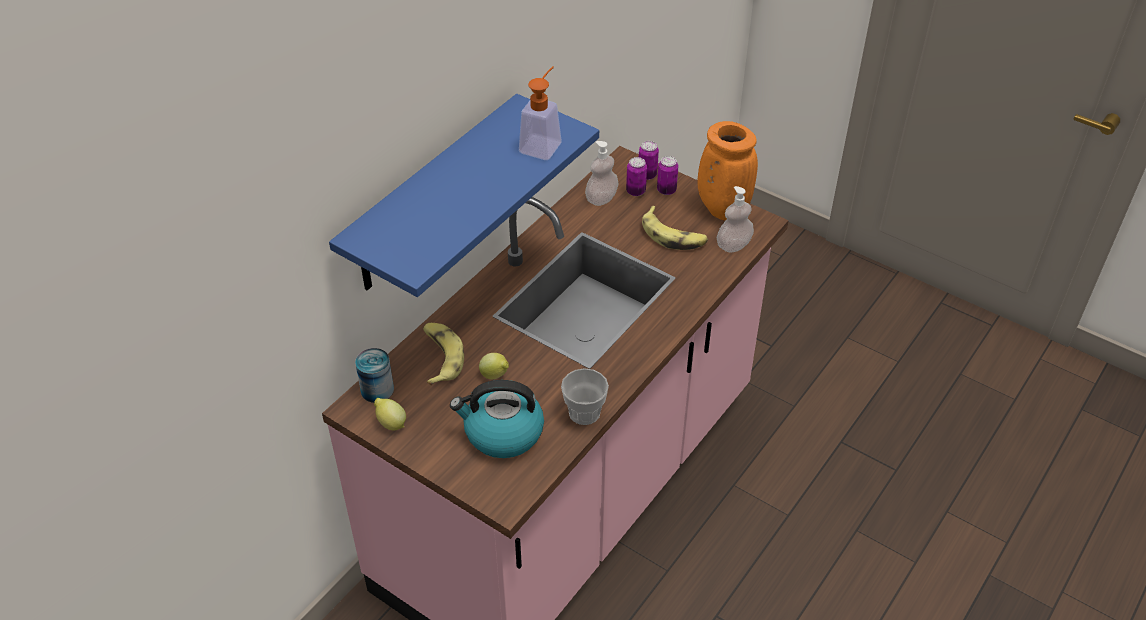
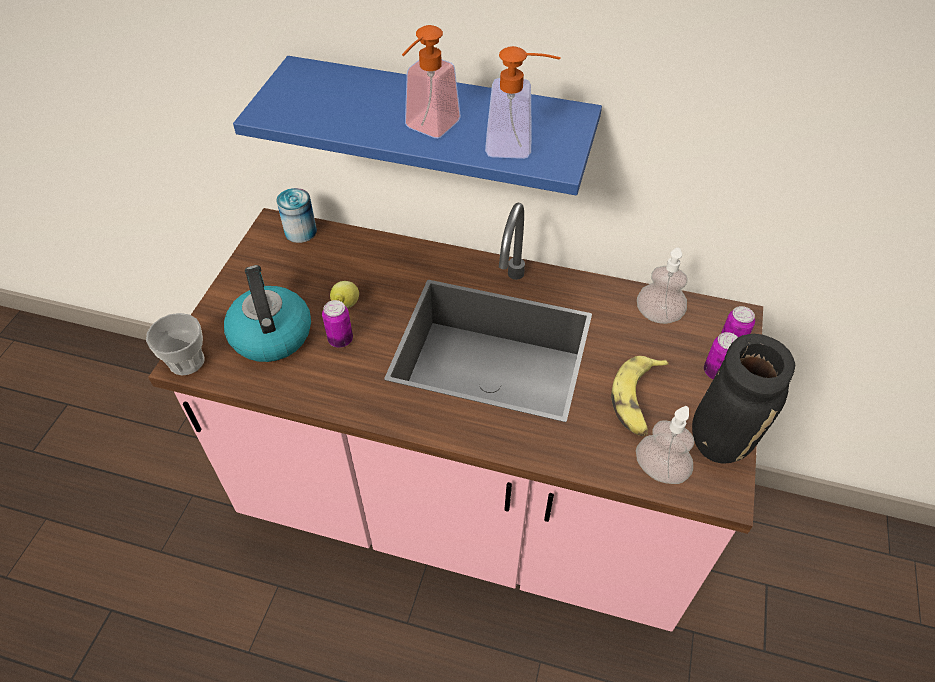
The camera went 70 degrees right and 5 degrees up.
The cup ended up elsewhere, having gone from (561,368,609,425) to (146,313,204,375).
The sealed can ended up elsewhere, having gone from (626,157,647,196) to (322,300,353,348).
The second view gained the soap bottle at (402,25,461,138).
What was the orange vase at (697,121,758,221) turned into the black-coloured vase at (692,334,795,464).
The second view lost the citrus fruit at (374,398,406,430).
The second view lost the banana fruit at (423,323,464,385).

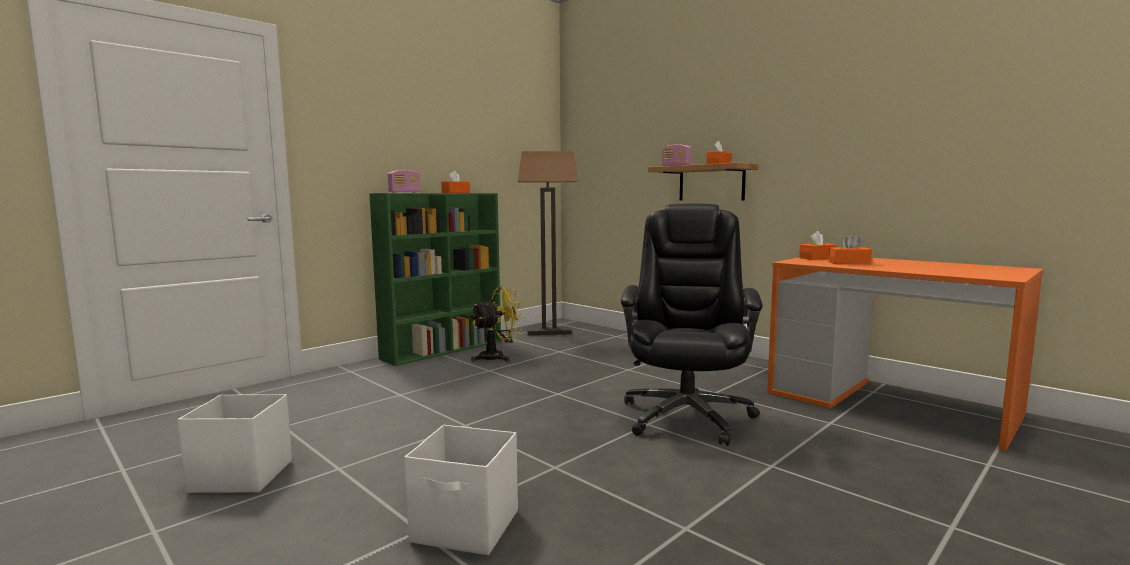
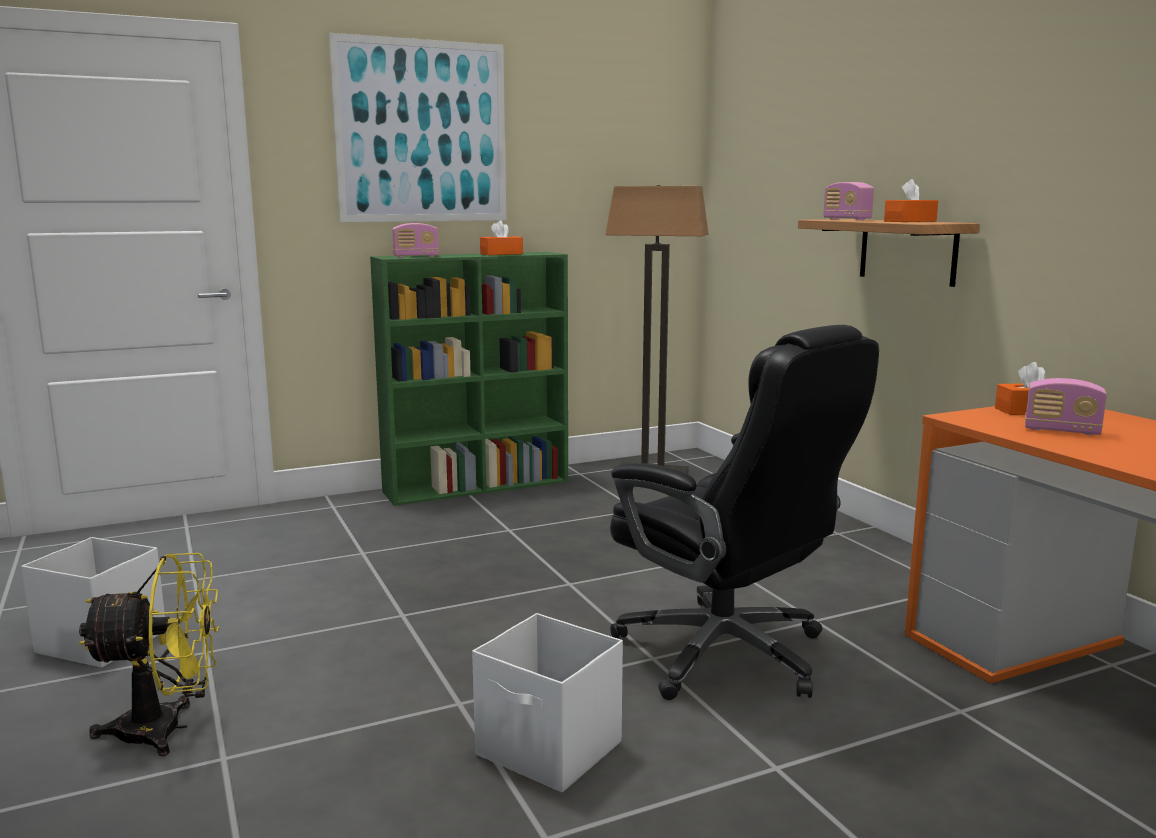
The camera went 20 degrees right and 5 degrees up.
The yellow-coloured cooling fan ended up elsewhere, having gone from (470,286,524,362) to (79,553,219,756).
The second view gained the picture at (329,33,506,222).
The white-coloured storage box ended up elsewhere, having gone from (404,425,518,555) to (472,613,623,792).
The black-coloured office chair at (621,203,763,446) ended up facing another way, 105 degrees clockwise from before.
Where the orange tissue box stood at (829,234,872,264), the radio receiver came to stand at (1025,378,1107,435).

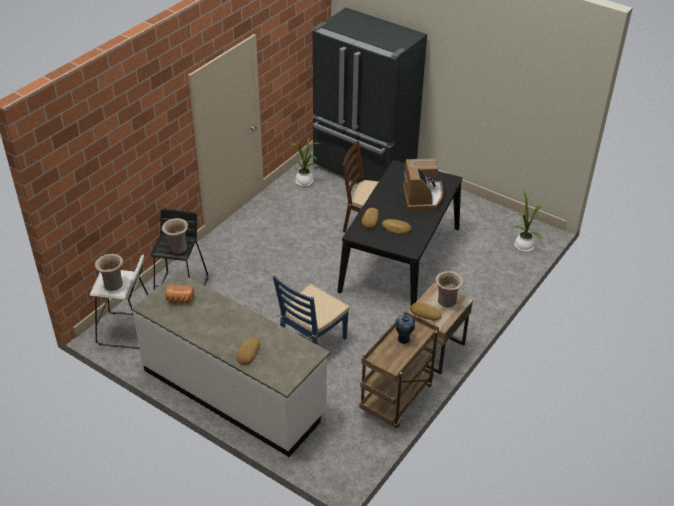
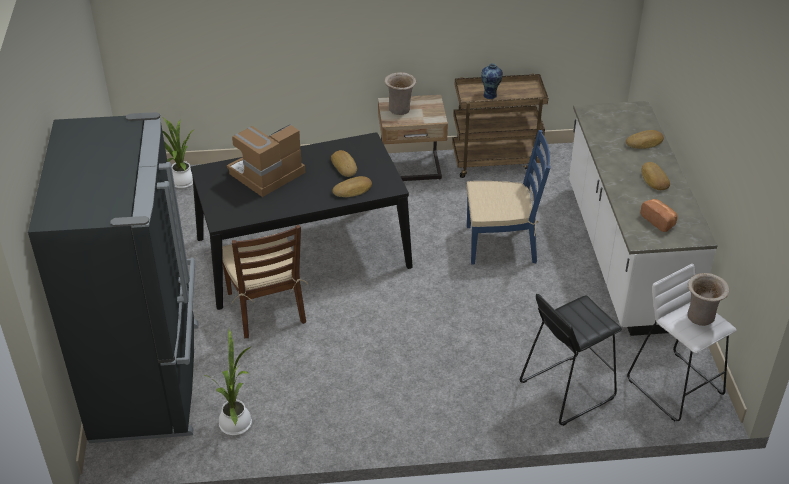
The camera went 130 degrees left and 0 degrees up.
The bread ended up elsewhere, having gone from (410,303,442,321) to (641,162,670,190).
The second view lost the beige vase at (162,218,188,254).

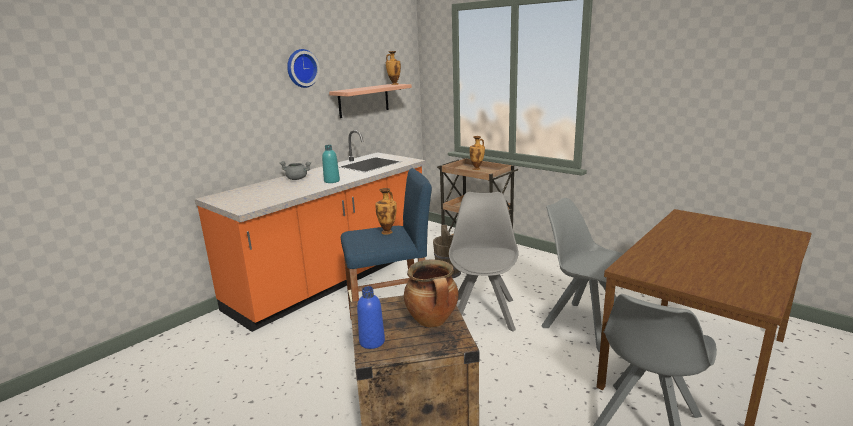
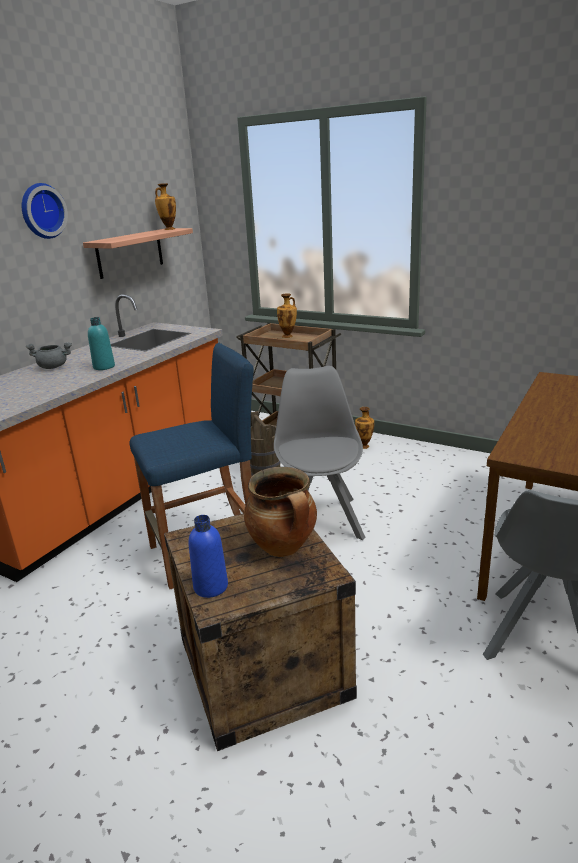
The camera went 10 degrees left and 5 degrees up.
The vase ended up elsewhere, having gone from (375,188,397,235) to (355,407,374,449).
The second view lost the grey upright chair at (541,198,623,352).

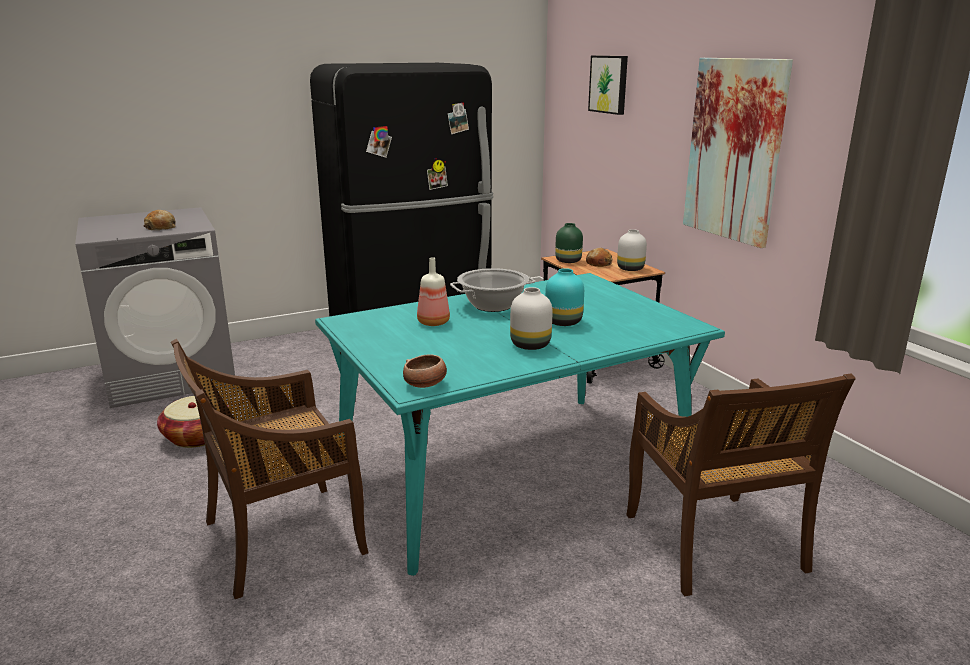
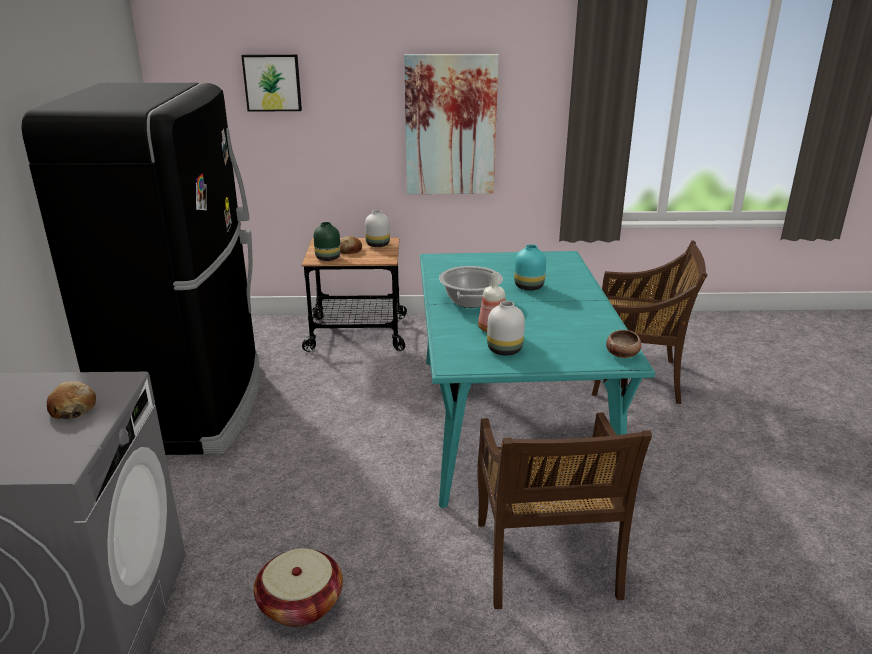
The camera went 65 degrees left and 5 degrees up.
The white-coloured vase ended up elsewhere, having gone from (510,287,553,350) to (487,301,525,356).

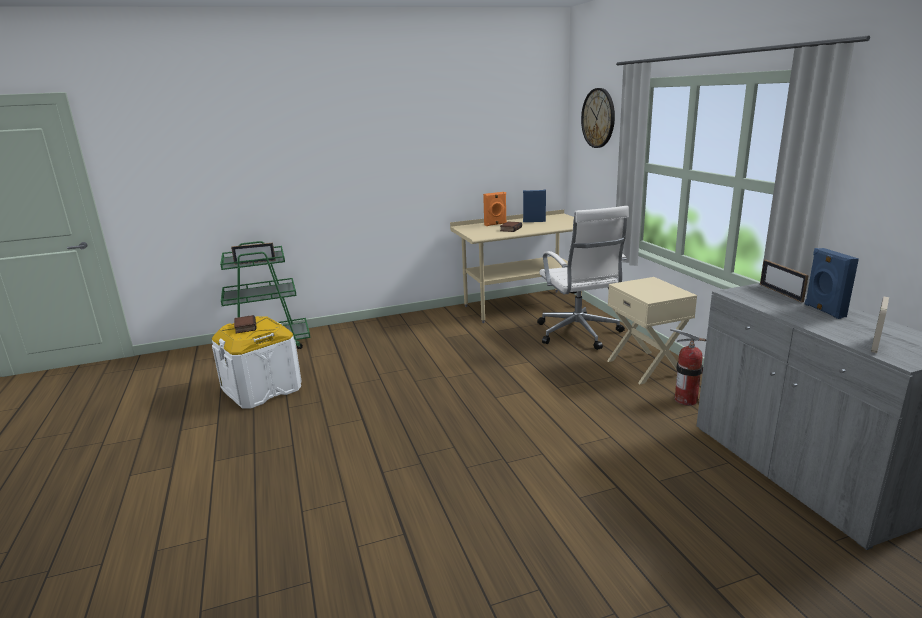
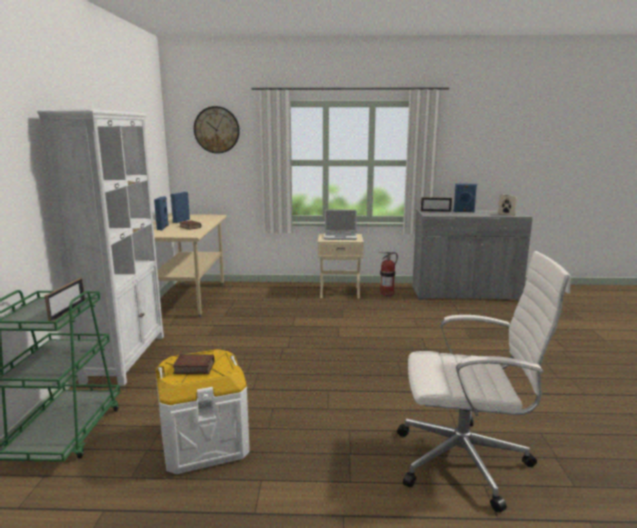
The camera went 70 degrees left and 5 degrees down.
The second view gained the white-coloured bookshelf at (37,109,164,386).
What was the orange loudspeaker at (483,192,507,226) turned into the bluish loudspeaker at (154,196,169,230).
The second view gained the notebook computer at (324,209,357,240).
The white-coloured office chair ended up elsewhere, having gone from (537,206,629,350) to (397,251,571,513).

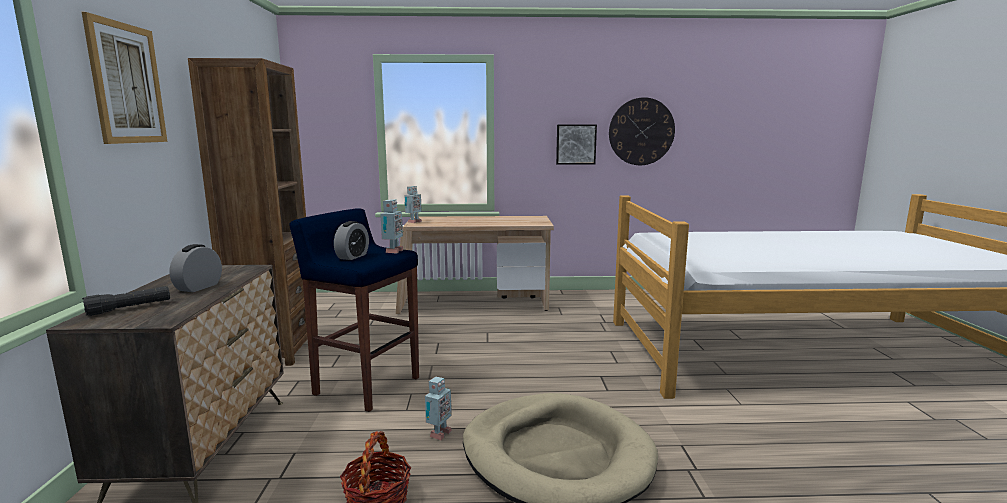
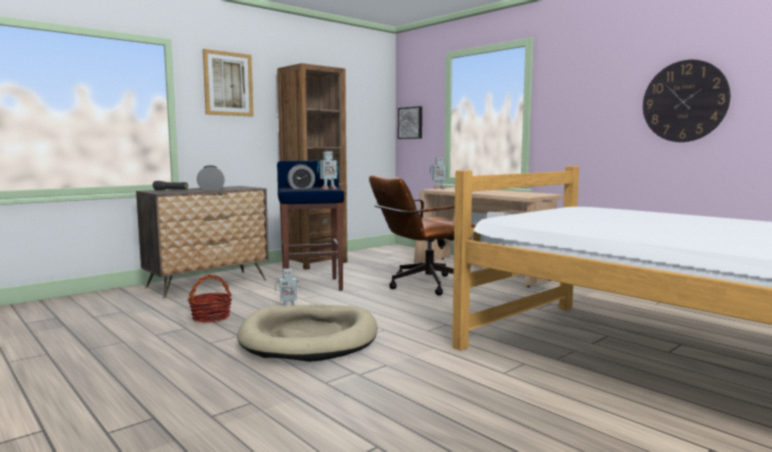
The camera went 50 degrees right and 5 degrees down.
The second view gained the brownish office chair at (369,175,476,295).
The picture ended up elsewhere, having gone from (556,125,597,164) to (398,106,422,139).

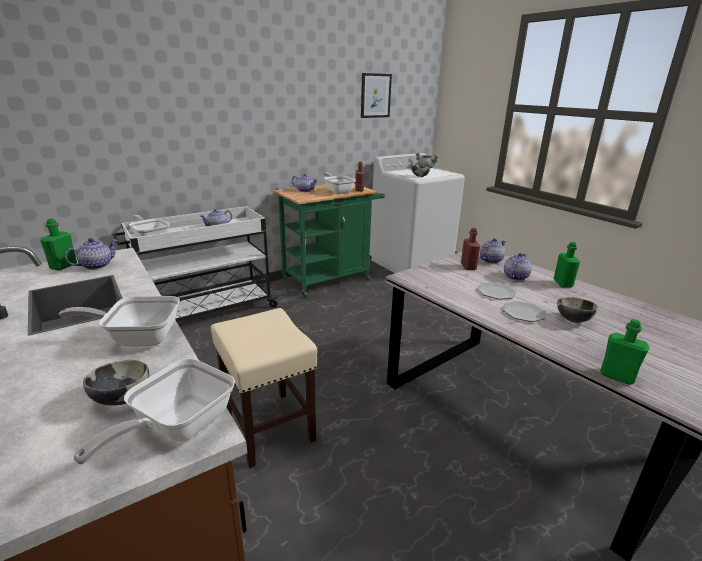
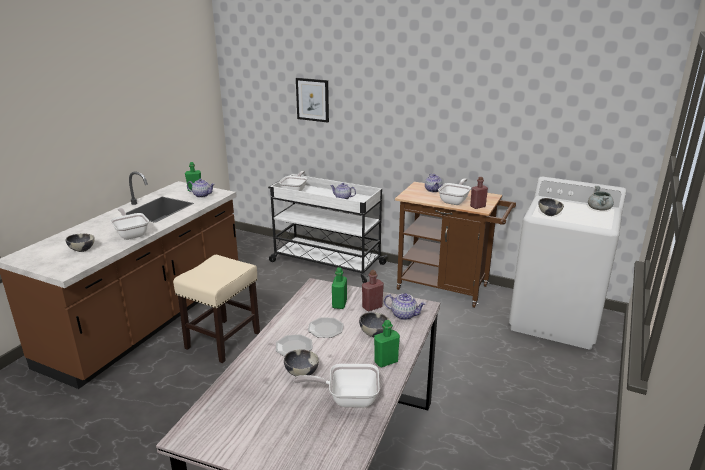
The camera went 60 degrees right and 0 degrees up.
The skillet ended up elsewhere, having gone from (73,359,235,465) to (293,364,380,407).
The picture ended up elsewhere, having gone from (361,73,392,118) to (296,78,329,123).
The greenish beverage bottle ended up elsewhere, having gone from (600,319,650,385) to (332,267,347,309).
Where the tea pot stood at (504,253,532,281), the deep dish came to stand at (359,312,391,337).
What was the greenish cart at (274,184,385,297) turned into the brownish cart at (395,182,516,308).

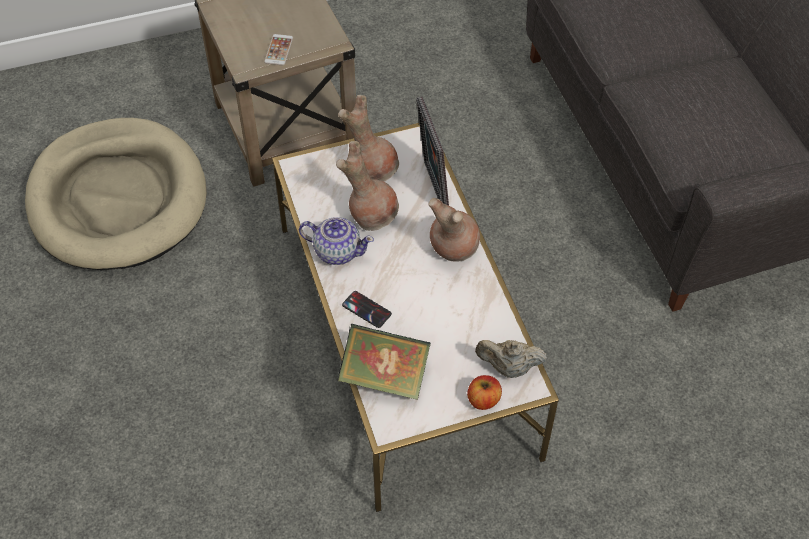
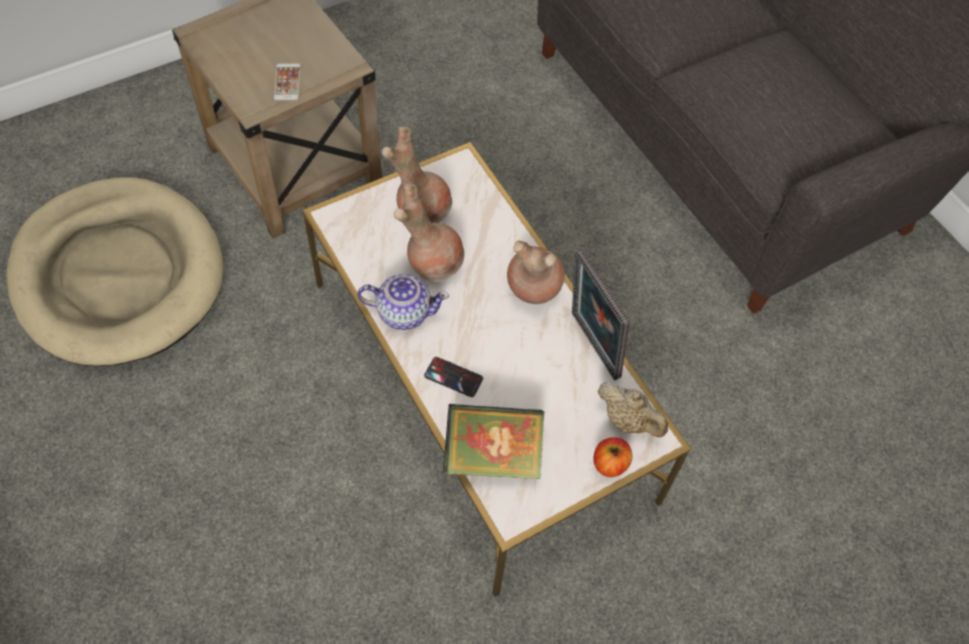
The camera went 15 degrees left and 5 degrees up.
The photo frame ended up elsewhere, having gone from (416,97,449,206) to (572,250,630,380).
The beige tea pot at (475,340,547,378) ended up facing another way, 135 degrees counterclockwise from before.

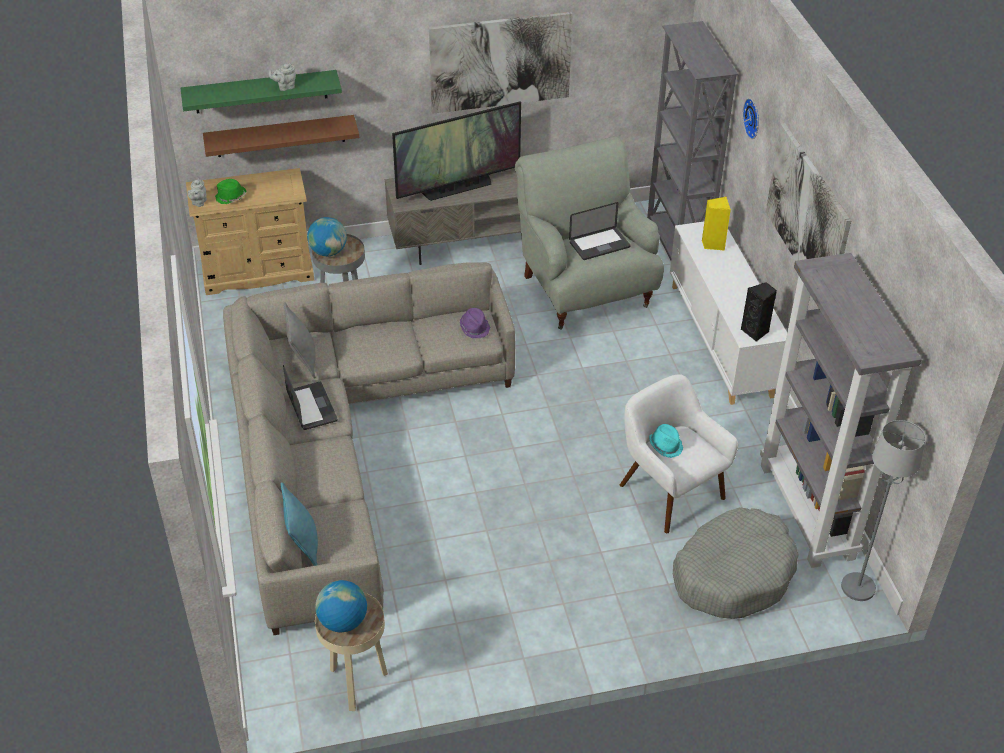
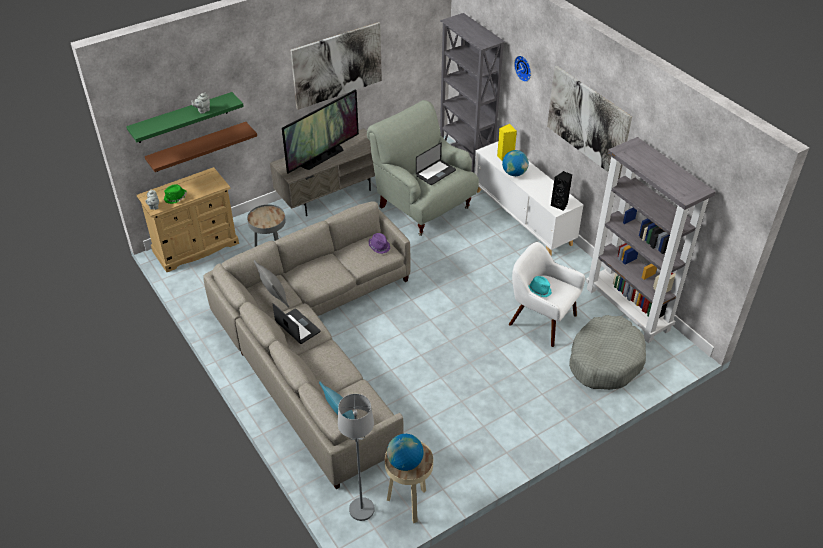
The camera went 20 degrees left and 0 degrees up.
The grey standing lamp ended up elsewhere, having gone from (841,420,926,601) to (338,394,375,521).
The desk globe ended up elsewhere, having gone from (307,217,347,256) to (502,150,529,176).

